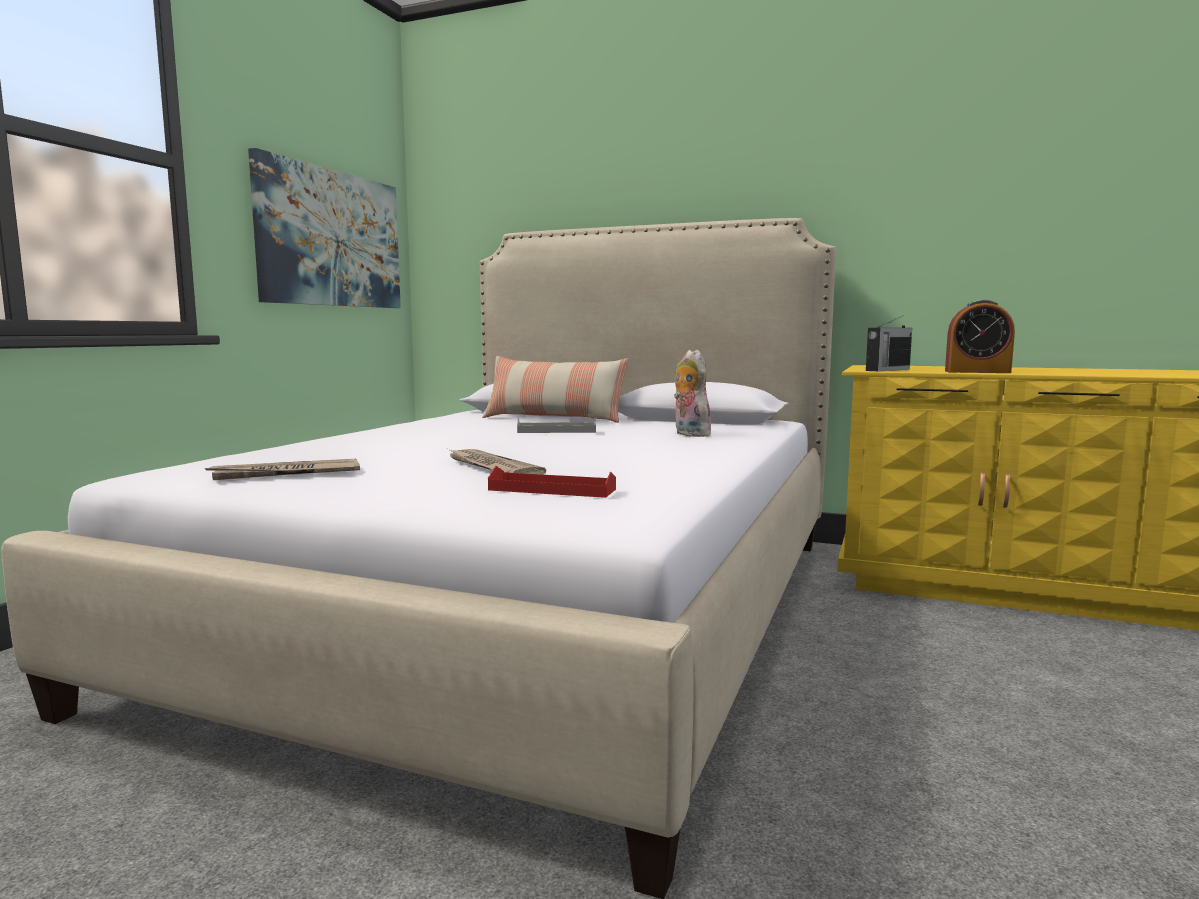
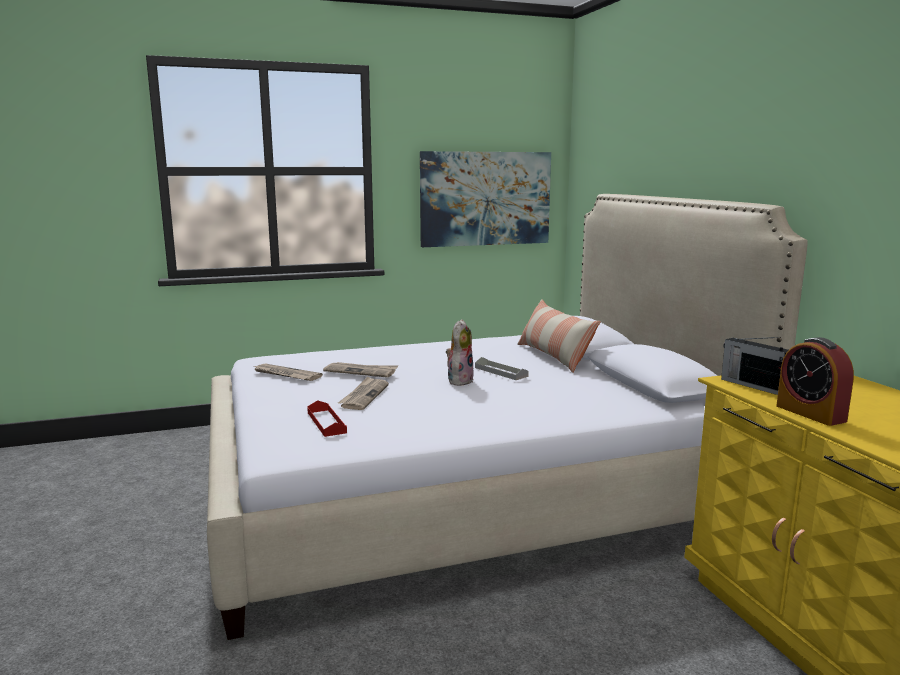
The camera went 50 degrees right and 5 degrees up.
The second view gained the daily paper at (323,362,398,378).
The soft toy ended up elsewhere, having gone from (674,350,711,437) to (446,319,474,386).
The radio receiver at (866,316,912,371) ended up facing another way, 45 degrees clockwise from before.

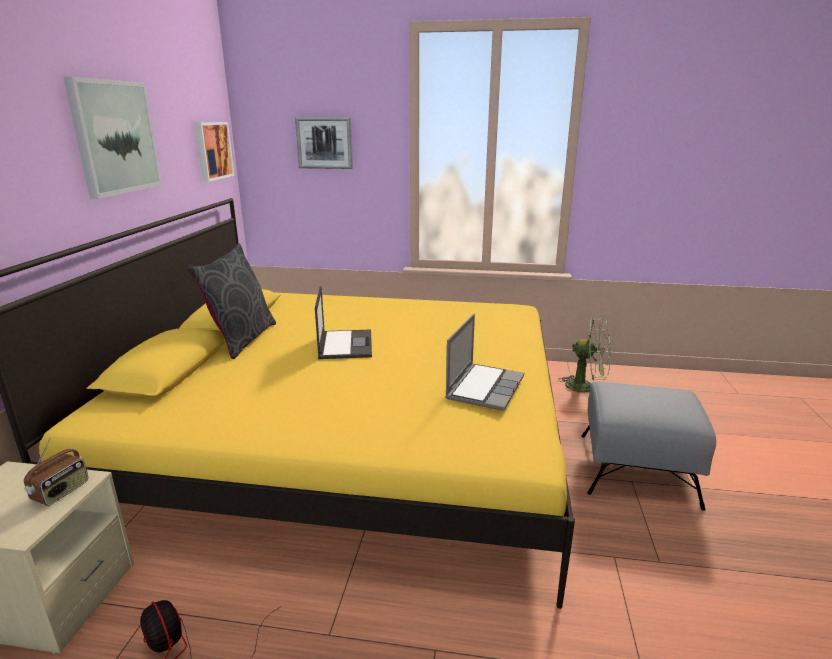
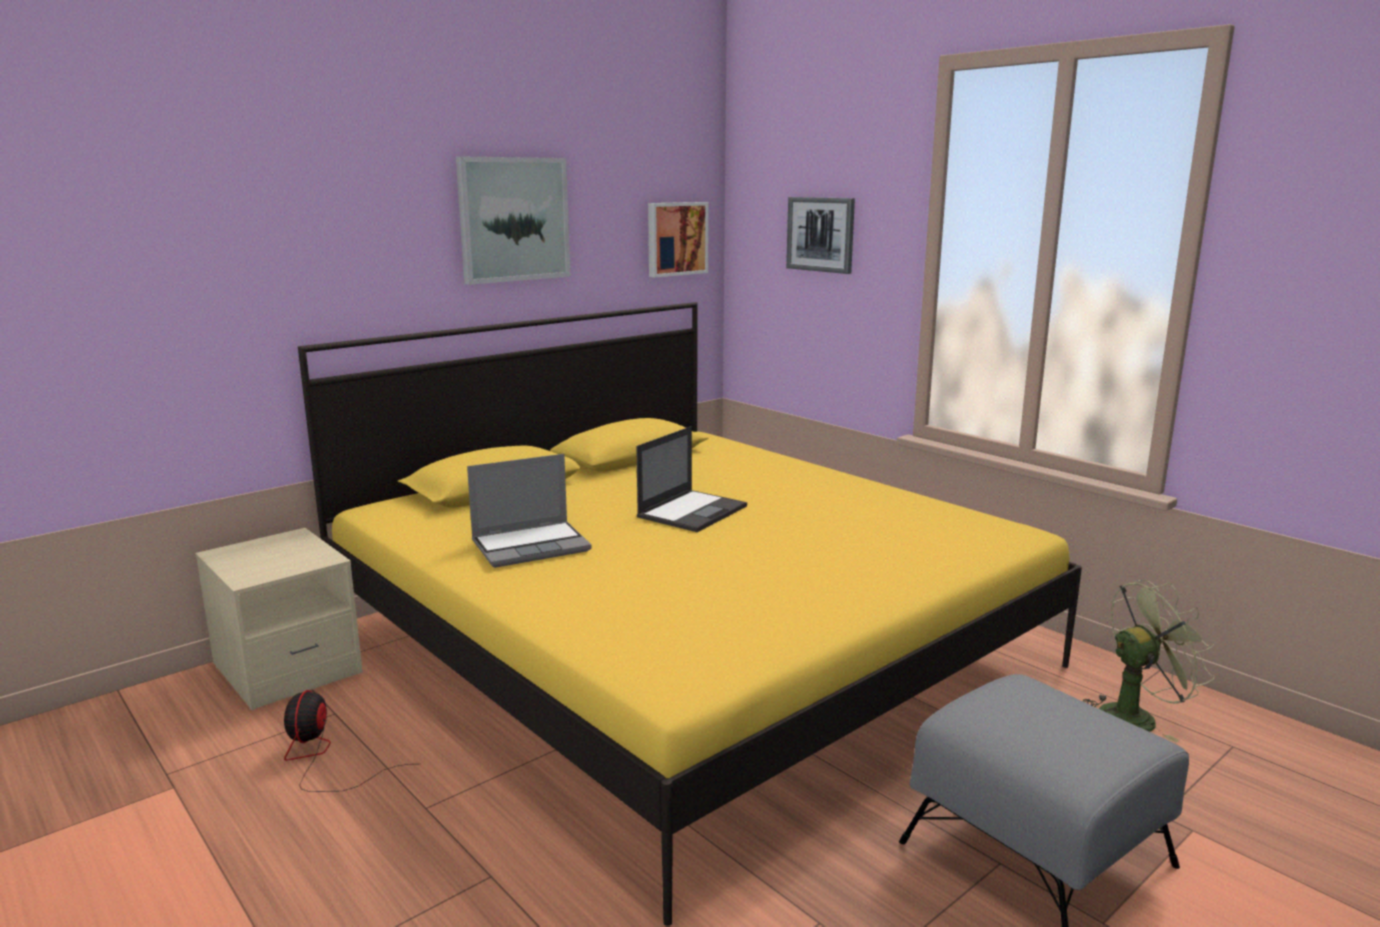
The camera went 40 degrees right and 5 degrees down.
The notebook computer ended up elsewhere, having gone from (445,314,524,411) to (467,454,592,568).
The greenish cooling fan at (558,317,611,399) ended up facing another way, 75 degrees counterclockwise from before.
The second view lost the radio receiver at (24,438,88,506).
The second view lost the grey throw pillow at (187,244,276,359).

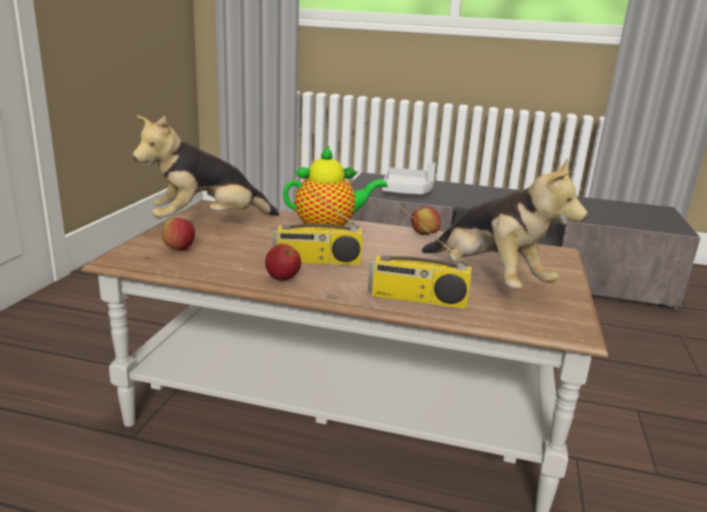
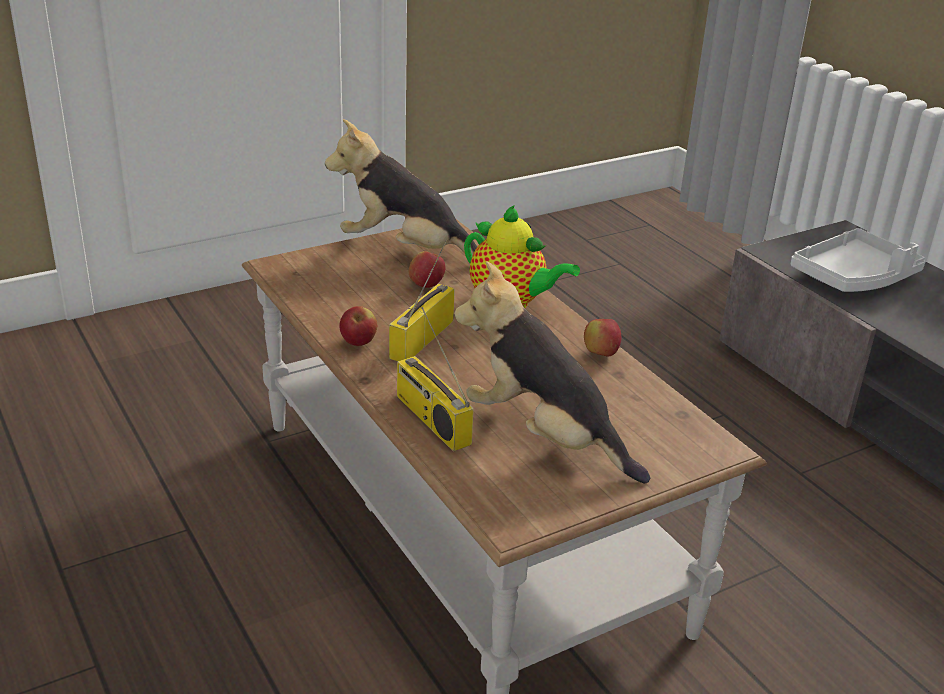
The camera went 45 degrees right and 10 degrees up.
The radio receiver at (273,177,363,265) ended up facing another way, 75 degrees clockwise from before.
The apple ended up elsewhere, having gone from (162,218,195,251) to (409,251,445,288).
The soft toy at (422,158,588,289) ended up facing another way, 120 degrees clockwise from before.

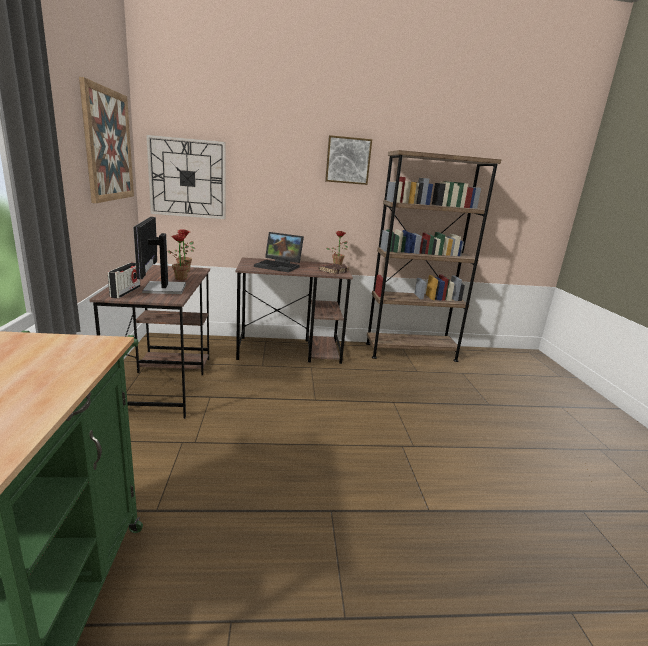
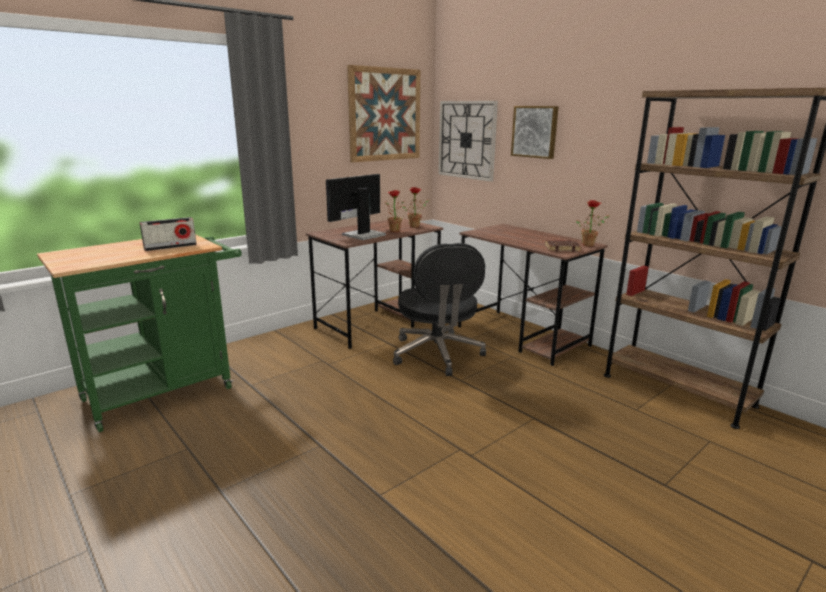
The camera went 55 degrees right and 0 degrees up.
The radio receiver ended up elsewhere, having gone from (108,262,140,298) to (139,217,197,251).
The second view gained the black-coloured office chair at (393,243,486,376).
The picture ended up elsewhere, having gone from (325,135,372,185) to (511,106,559,159).
The second view lost the notebook computer at (254,232,304,272).

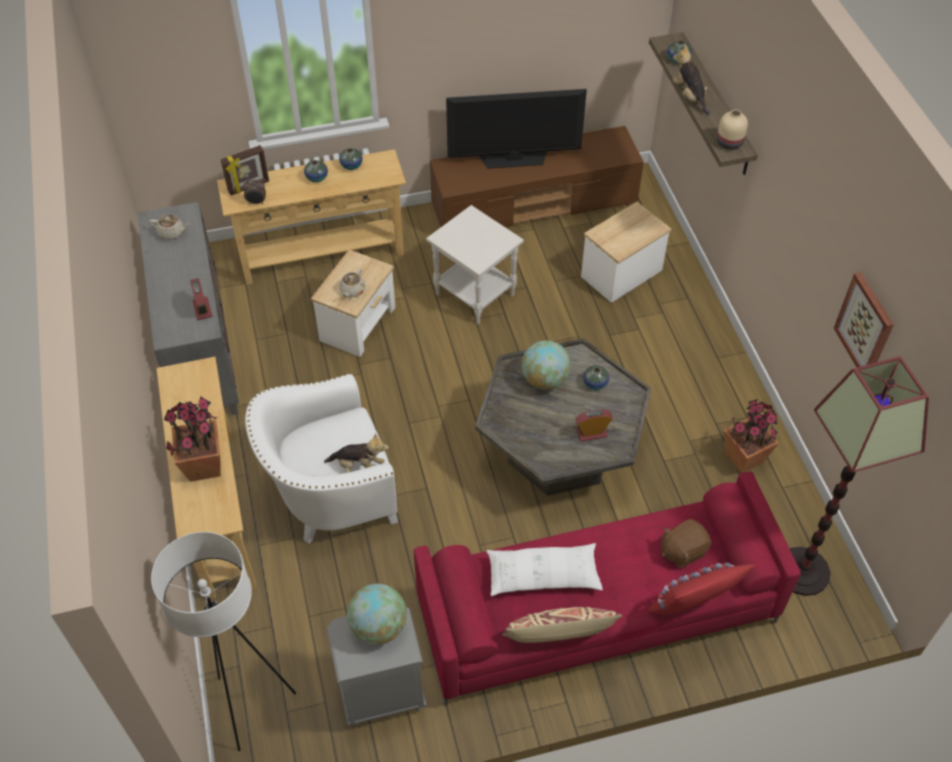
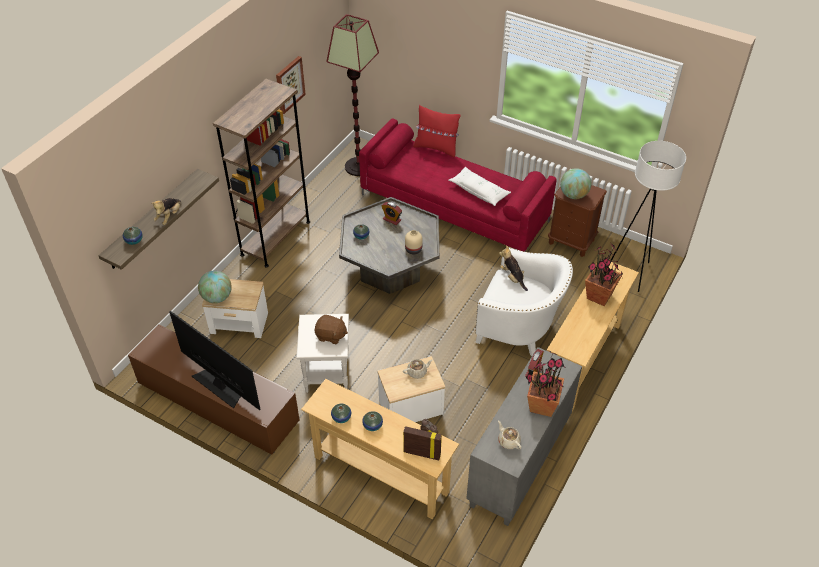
The camera went 135 degrees left and 5 degrees down.
The desk globe ended up elsewhere, having gone from (522,340,571,390) to (198,271,232,303).
The second view gained the brownish bookshelf at (213,79,310,268).
The brownish soft toy ended up elsewhere, having gone from (661,519,712,569) to (315,315,348,345).
The beige vase ended up elsewhere, having gone from (717,110,748,150) to (405,230,423,254).
The plant in a pot ended up elsewhere, having gone from (724,399,779,473) to (526,351,566,417).
What was the grey night table at (327,607,427,727) turned into the brownish night table at (548,185,607,257).
The second view lost the beige throw pillow at (502,607,622,643).

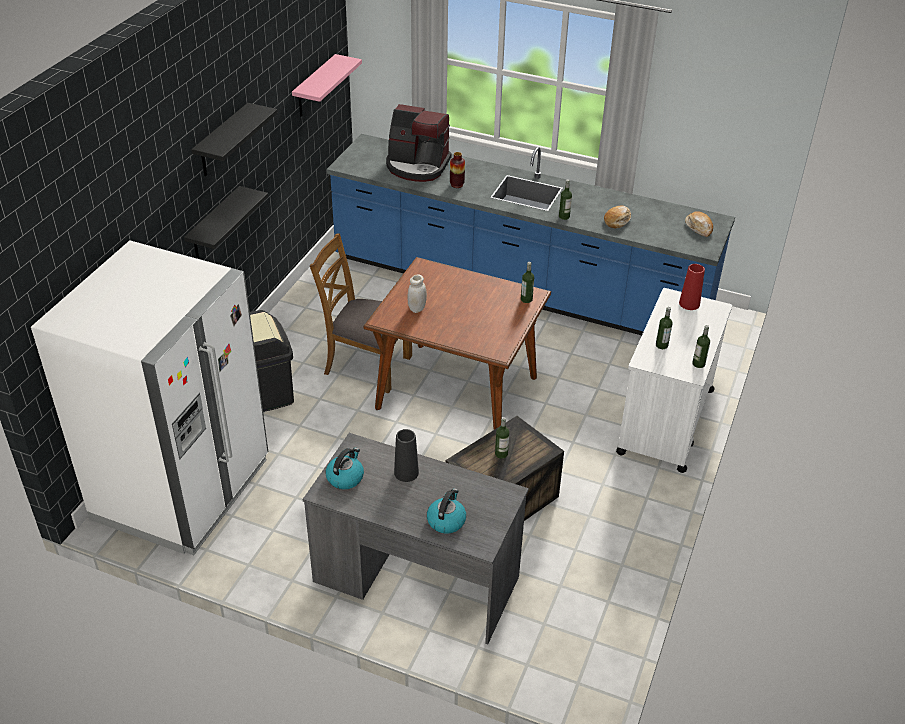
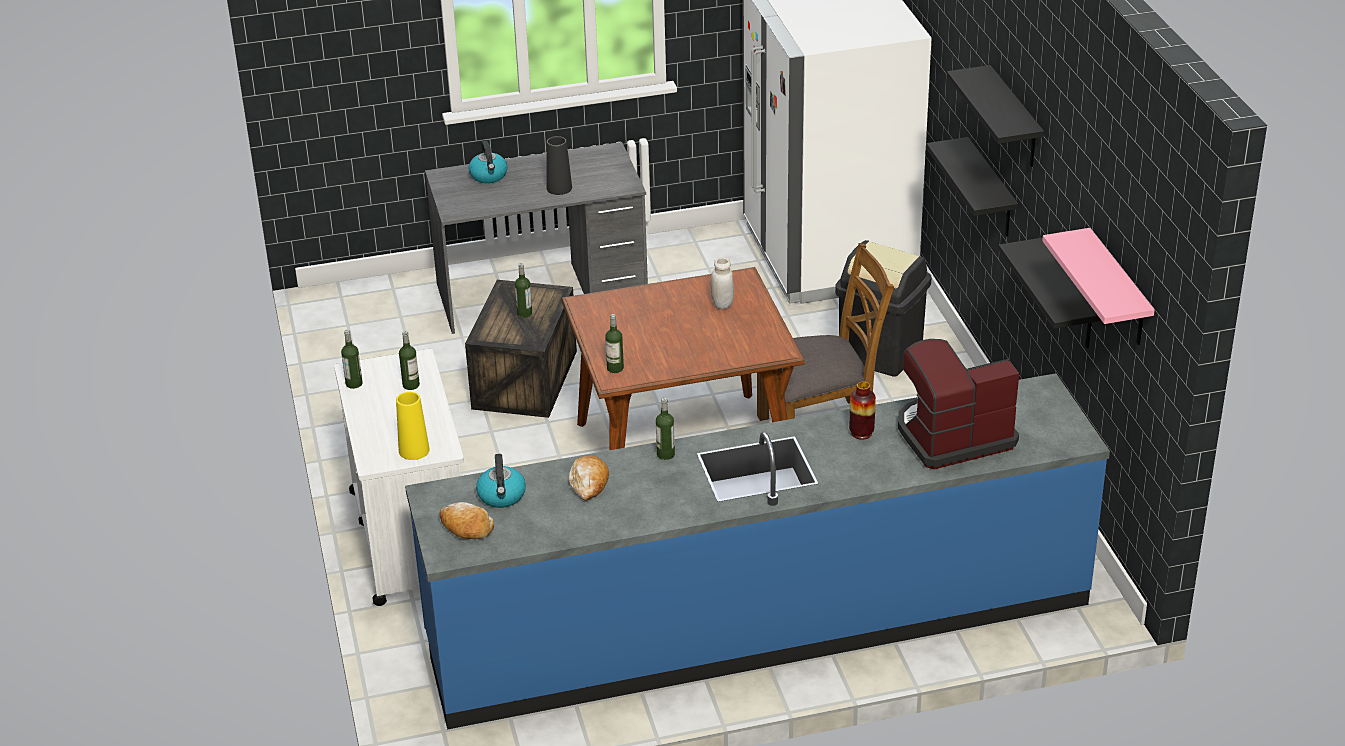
The camera went 145 degrees right and 5 degrees down.
What was the reddish vase at (679,264,705,310) turned into the yellow-coloured vase at (396,392,430,460).
The water kettle ended up elsewhere, having gone from (326,447,364,489) to (476,454,526,508).
The second view gained the black-coloured wall shelf at (998,238,1101,348).

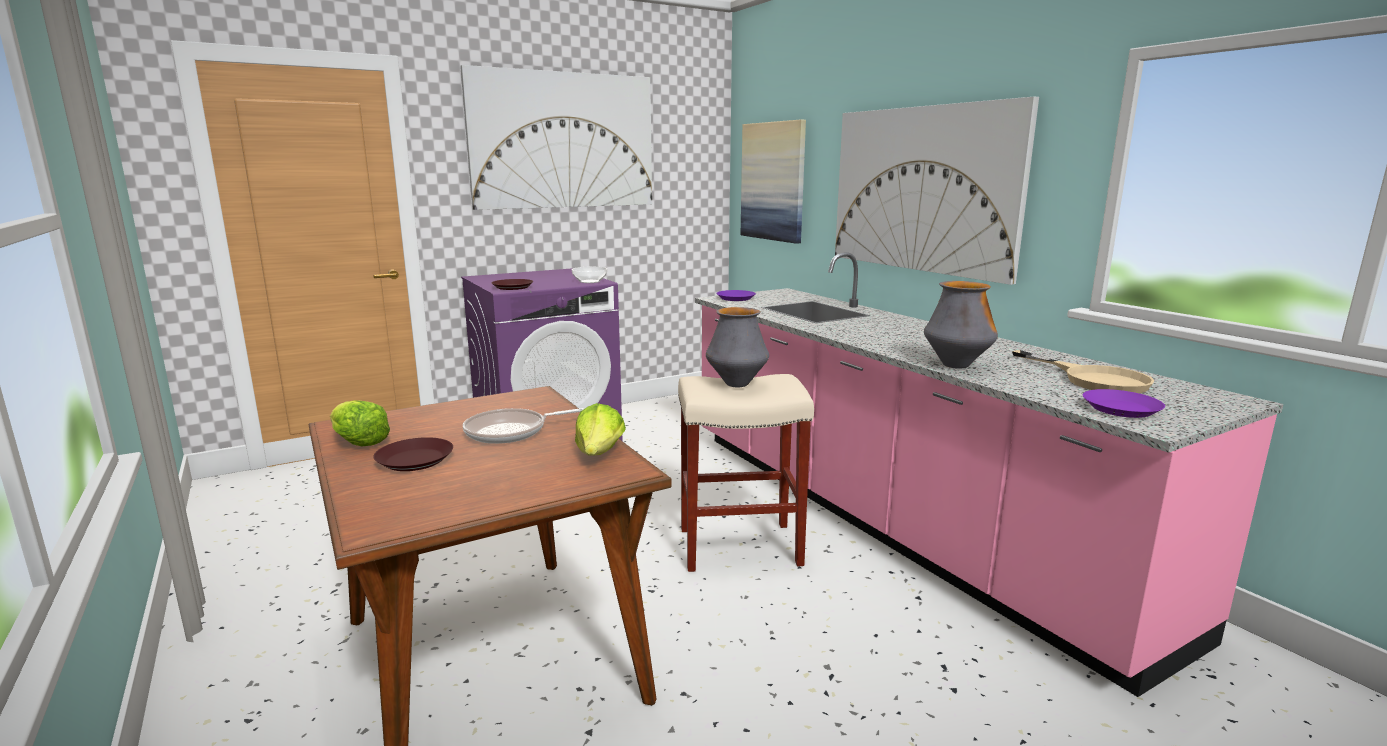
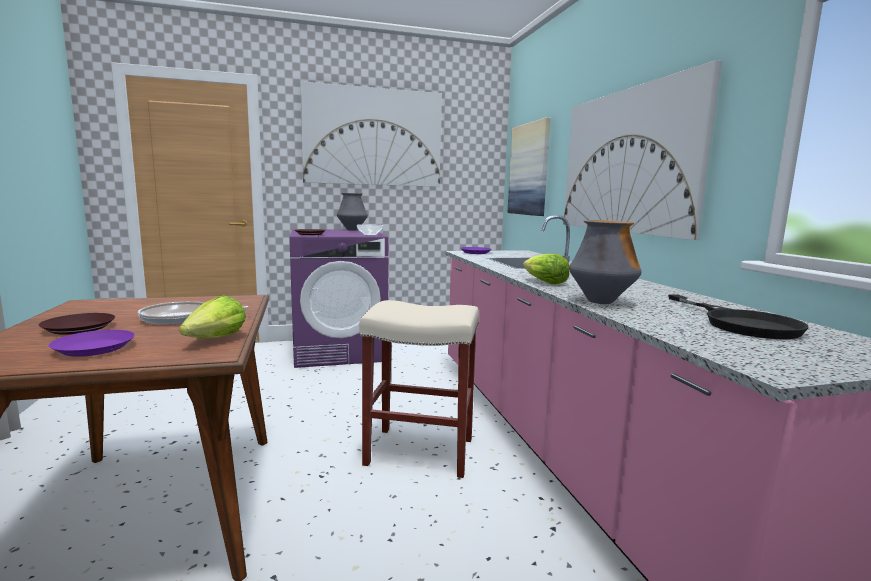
The camera went 15 degrees right and 5 degrees down.
The purple-coloured dinner plate ended up elsewhere, having gone from (1083,389,1165,418) to (48,330,135,357).
The vase ended up elsewhere, having gone from (706,307,769,387) to (337,193,368,231).
The head of lettuce ended up elsewhere, having gone from (330,400,390,447) to (523,254,569,285).
What was the beige skillet at (1012,350,1155,393) turned into the black-coloured skillet at (668,294,809,339).

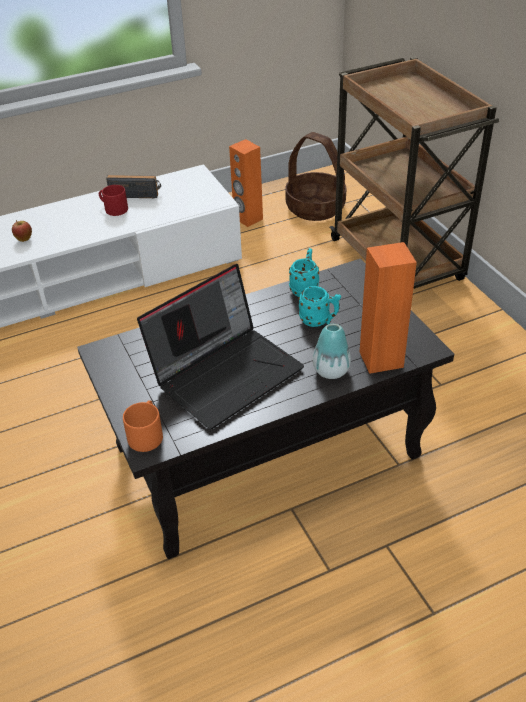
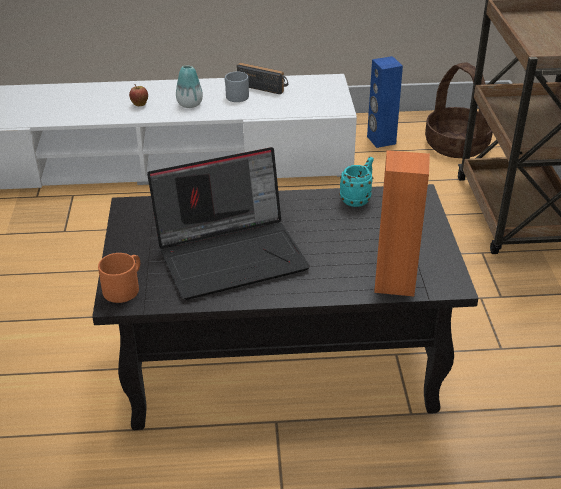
The camera went 20 degrees right and 5 degrees down.
The vase ended up elsewhere, having gone from (313,324,351,379) to (176,65,203,108).
What was the reddish tea mug at (99,185,128,216) turned into the grey tea mug at (225,72,249,102).
What was the orange loudspeaker at (229,139,263,227) turned into the bluish loudspeaker at (367,56,403,148).
The second view lost the turquoise tea mug at (298,286,341,327).

